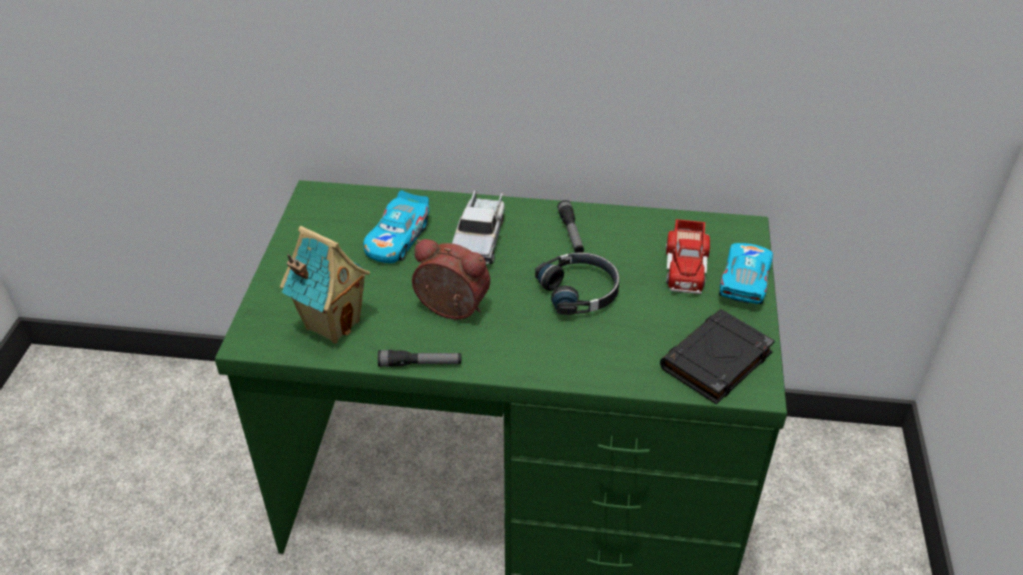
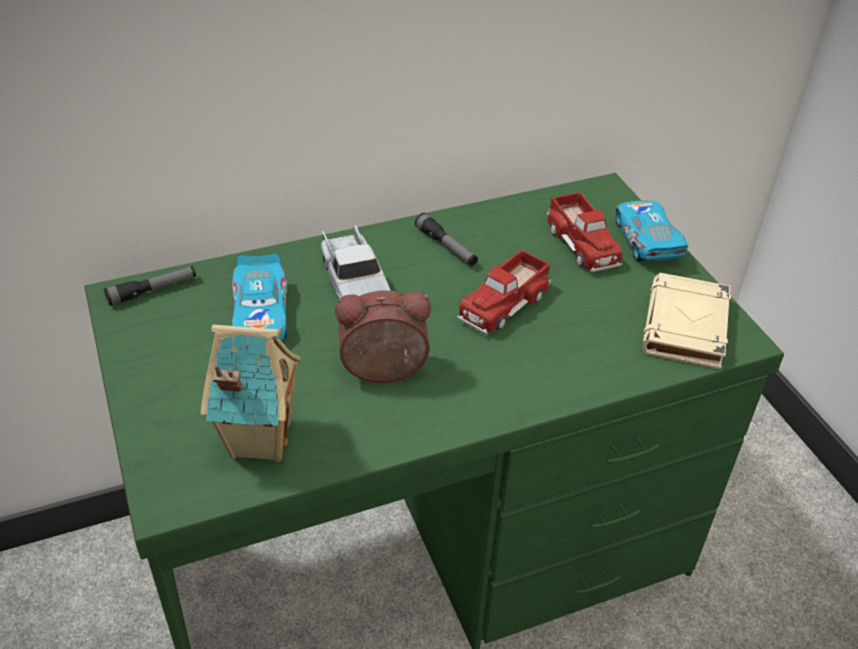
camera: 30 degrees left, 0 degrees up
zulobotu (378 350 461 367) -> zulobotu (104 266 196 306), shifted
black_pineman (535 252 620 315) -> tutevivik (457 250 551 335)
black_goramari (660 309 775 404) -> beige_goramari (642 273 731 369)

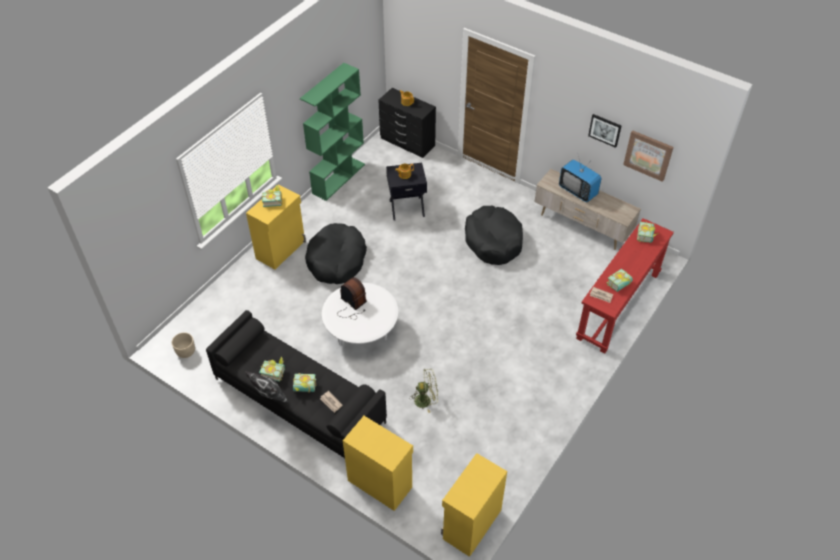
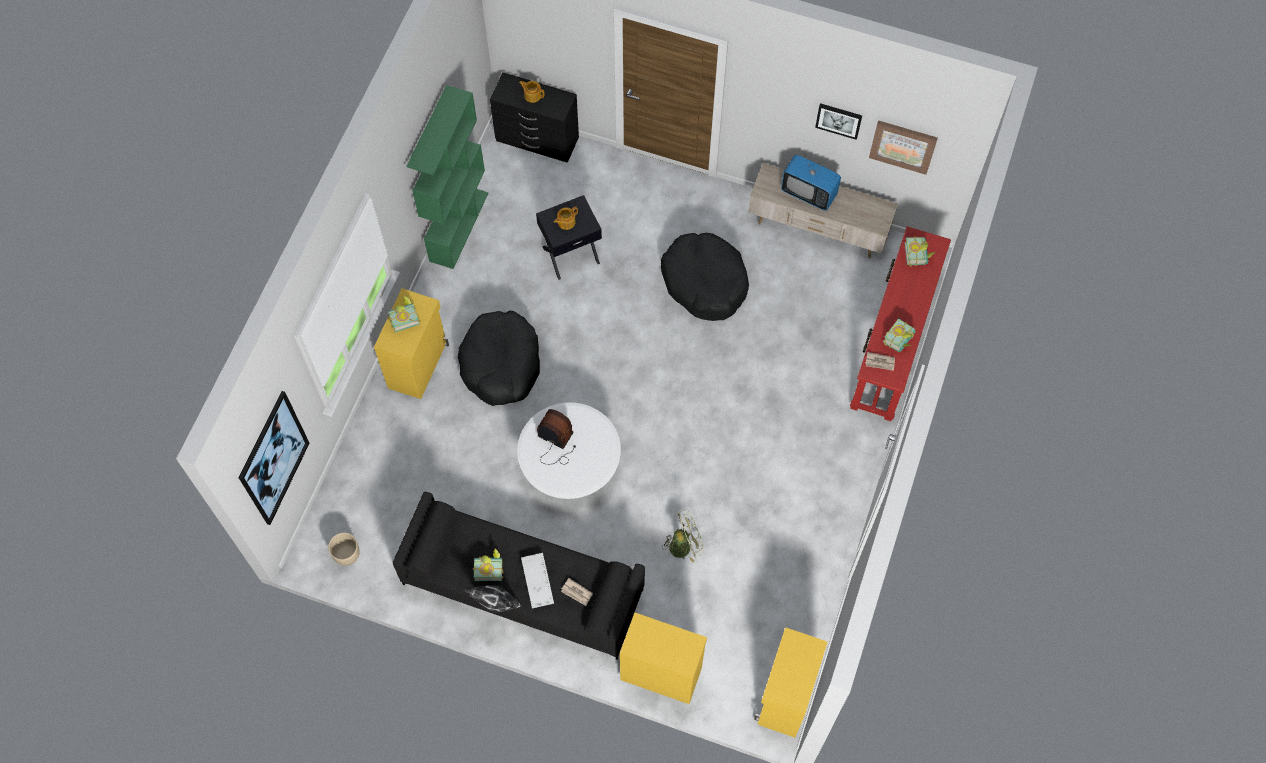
camera: 15 degrees left, 15 degrees up
goramari (293 373 316 393) -> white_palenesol (521 553 554 608)
none -> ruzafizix (239 391 310 525)

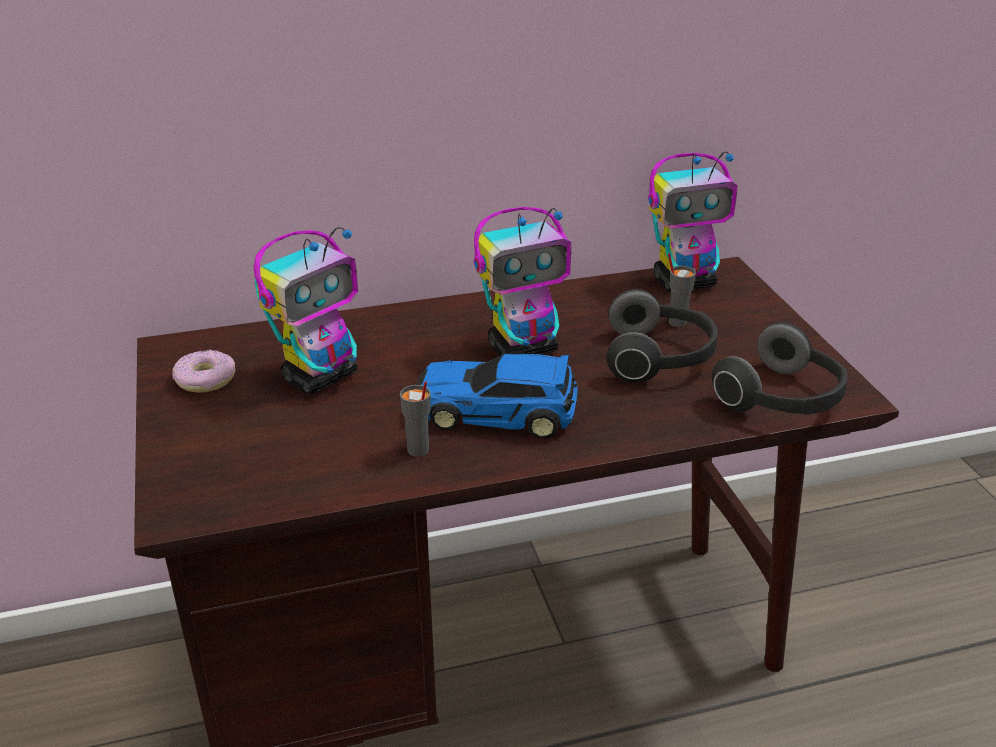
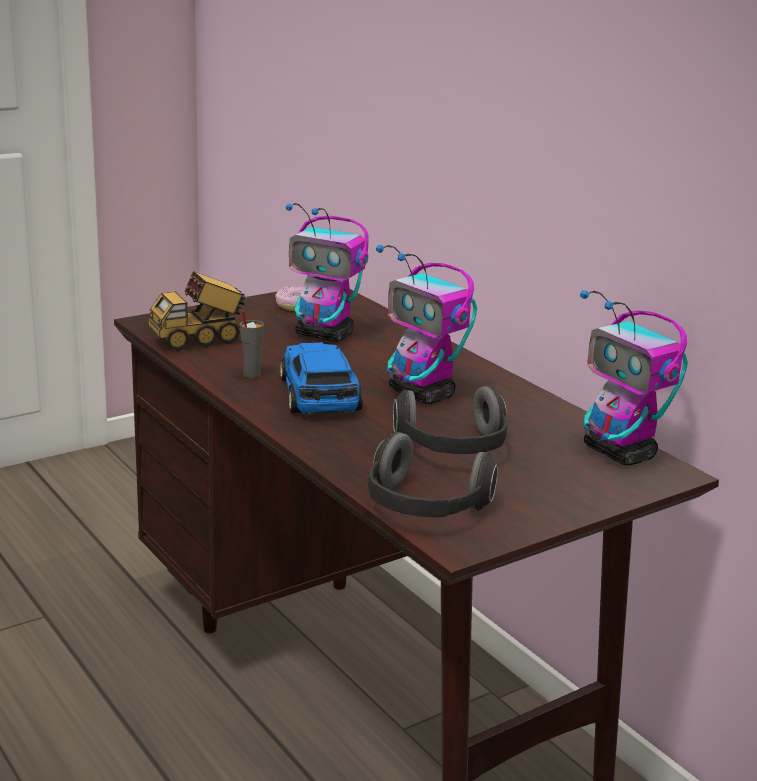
camera: 70 degrees right, 10 degrees down
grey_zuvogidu (668 253 696 327) -> none
none -> tutevivik (148 271 247 351)

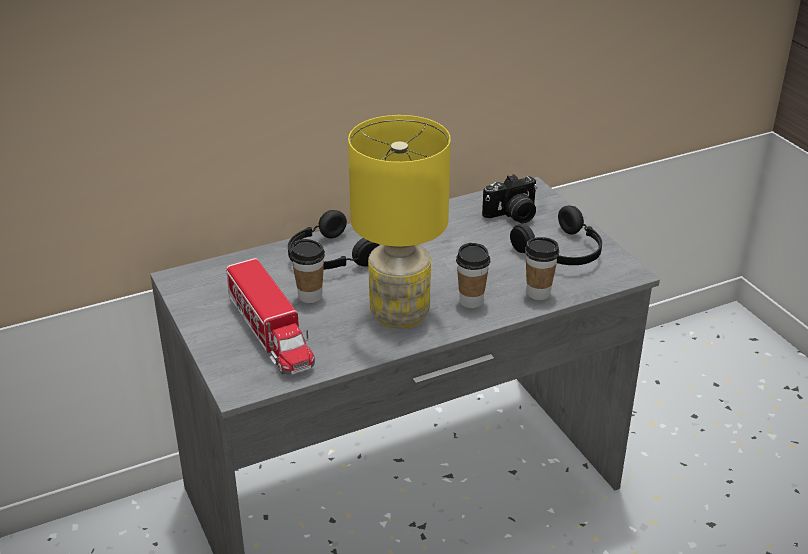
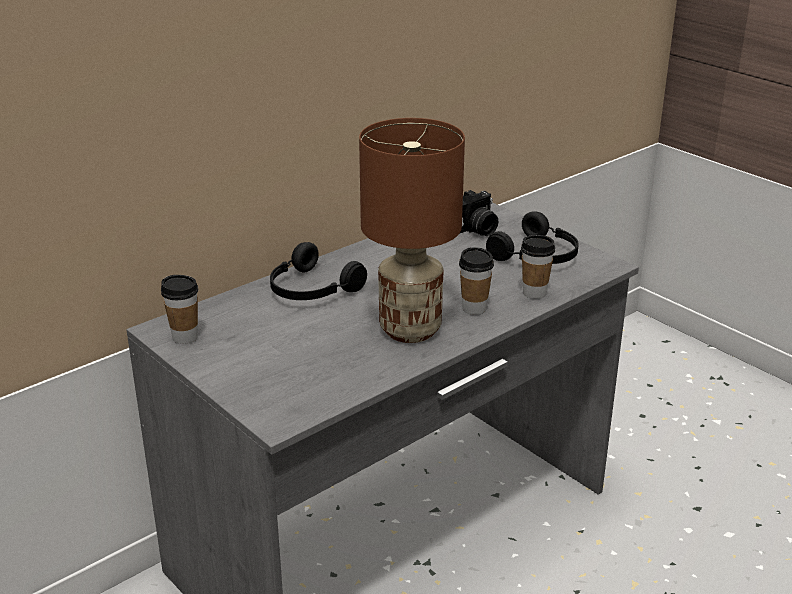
camera: 15 degrees left, 5 degrees down
tutevivik (226 258 315 375) -> none
zuvogidu (291 239 325 303) -> zuvogidu (161 275 198 344), shifted
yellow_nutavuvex (348 115 451 329) -> brown_nutavuvex (359 118 465 343)

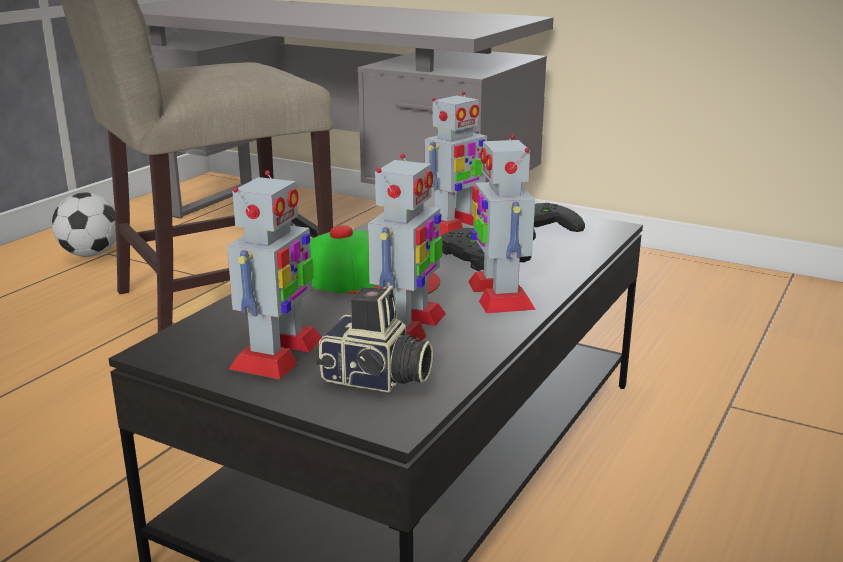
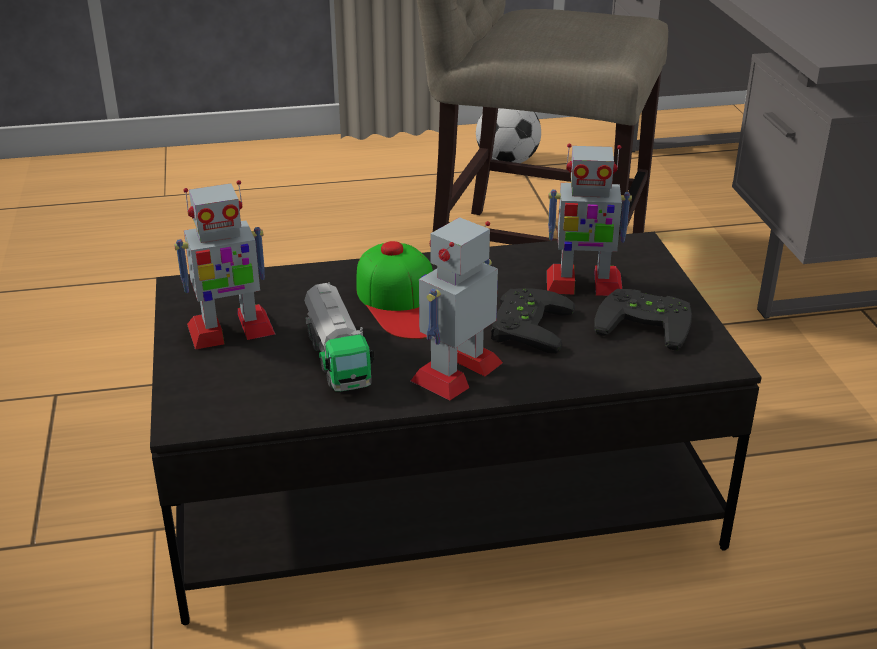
camera: 50 degrees right, 10 degrees up
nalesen (316 286 434 392) -> none
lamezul (368 154 446 342) -> tutevivik (304 282 374 391)

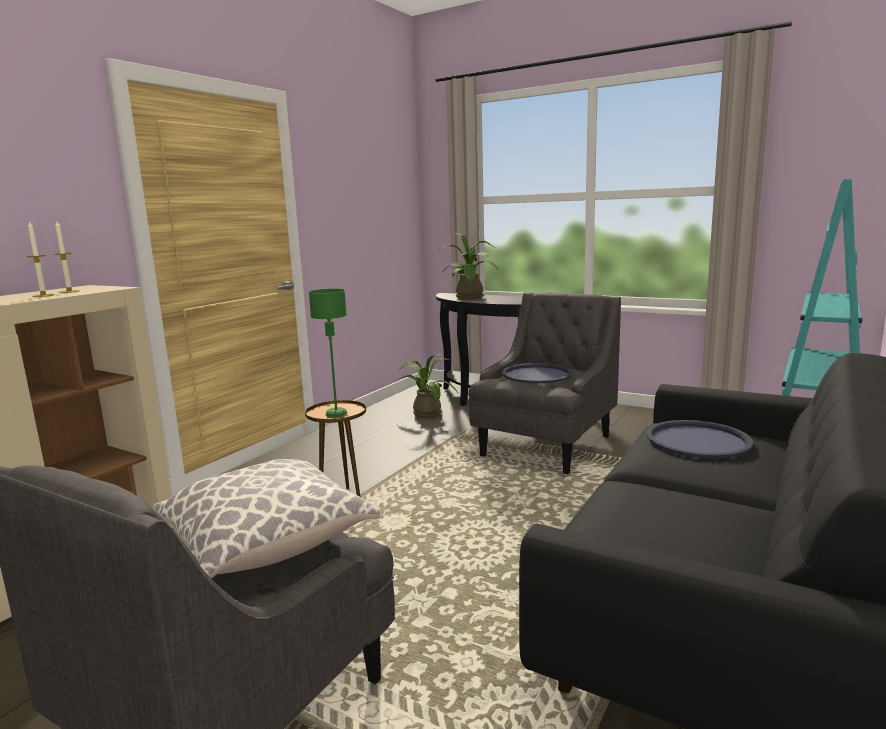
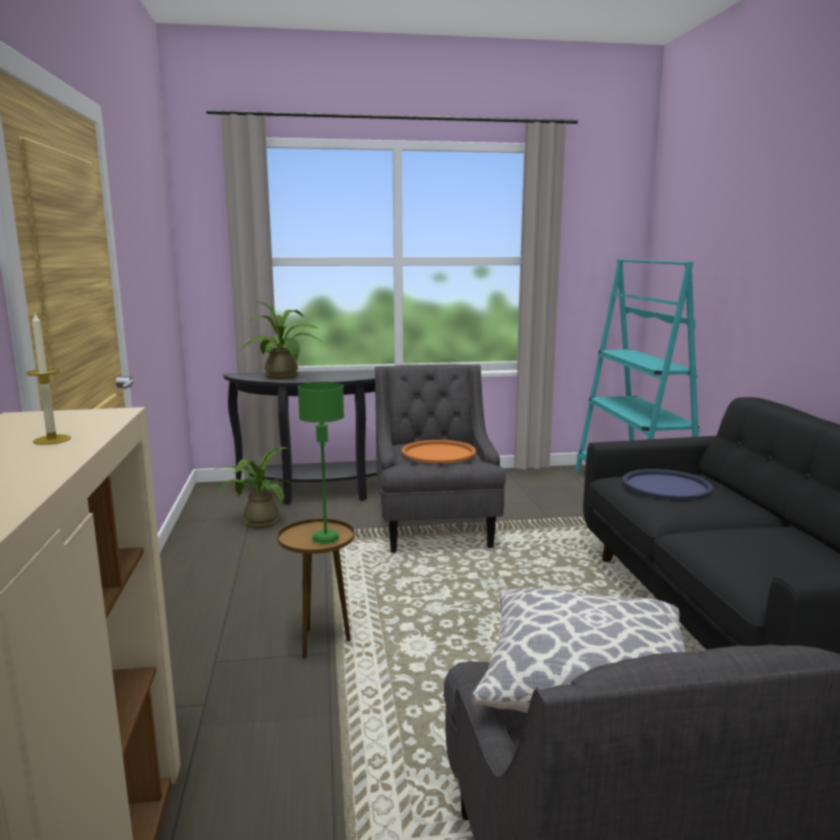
camera: 40 degrees left, 0 degrees up
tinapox (54 221 80 293) -> none
blue_palenesol (502 363 573 383) -> orange_palenesol (402 440 476 463)

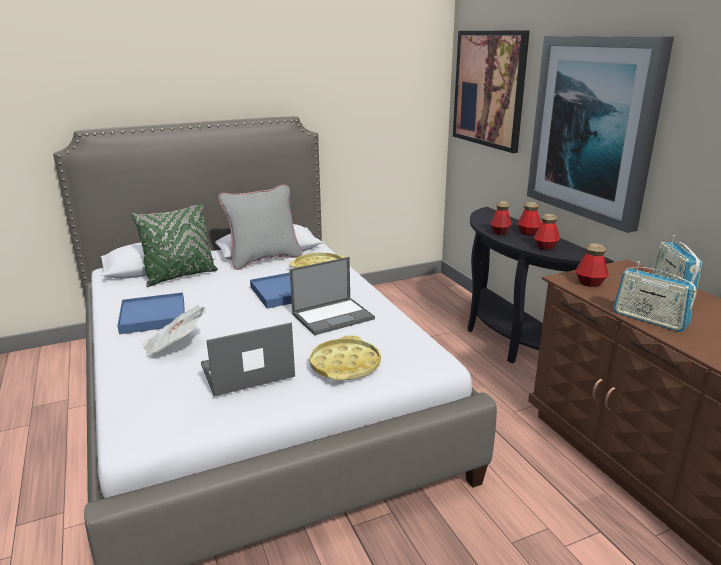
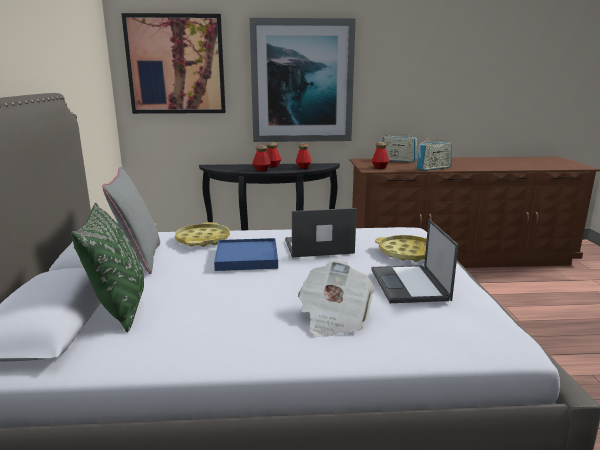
camera: 70 degrees left, 5 degrees down
blue_palenesol (117 292 185 334) -> none
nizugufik (290 257 375 336) -> nizugufik (285 208 357 257), 90 degrees counterclockwise

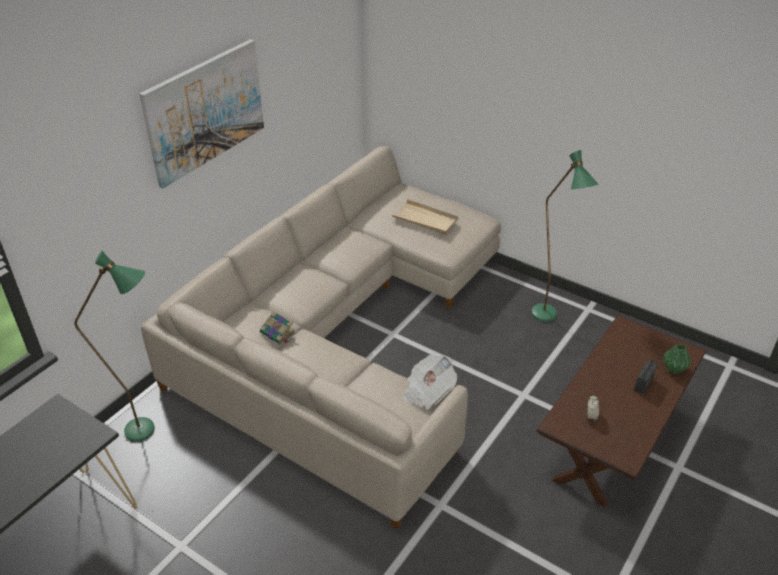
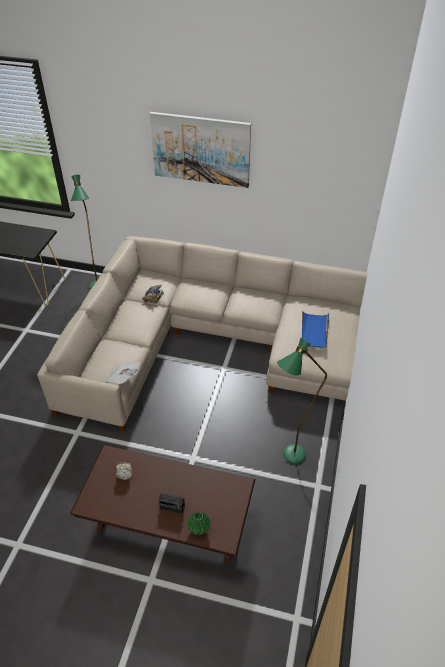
camera: 70 degrees right, 5 degrees up
beige_palenesol (392 199 458 235) -> blue_palenesol (302 310 329 349)

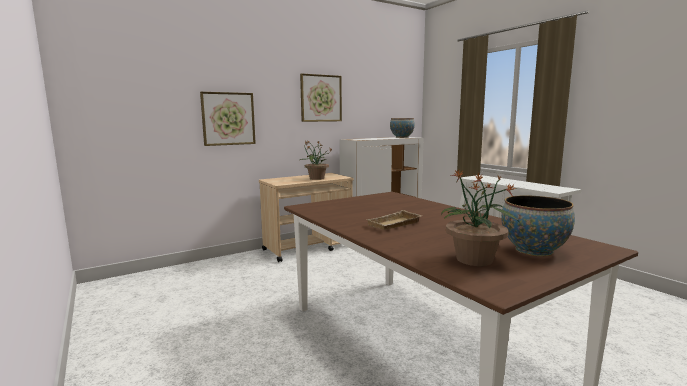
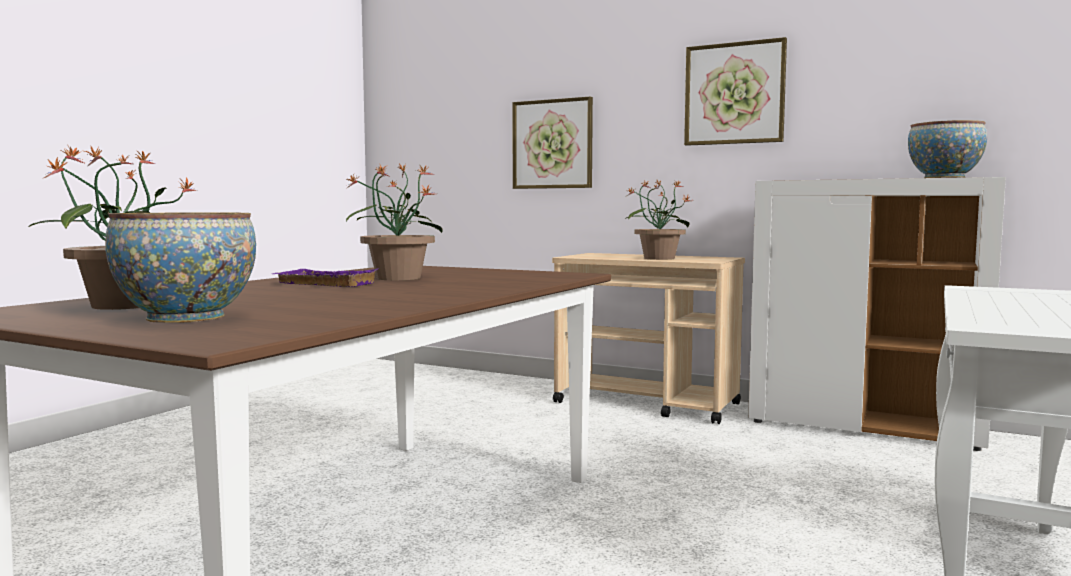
camera: 60 degrees right, 5 degrees down
beige_palenesol (367 210 422 230) -> purple_palenesol (273 269 378 287)
none -> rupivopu (346 164 443 280)

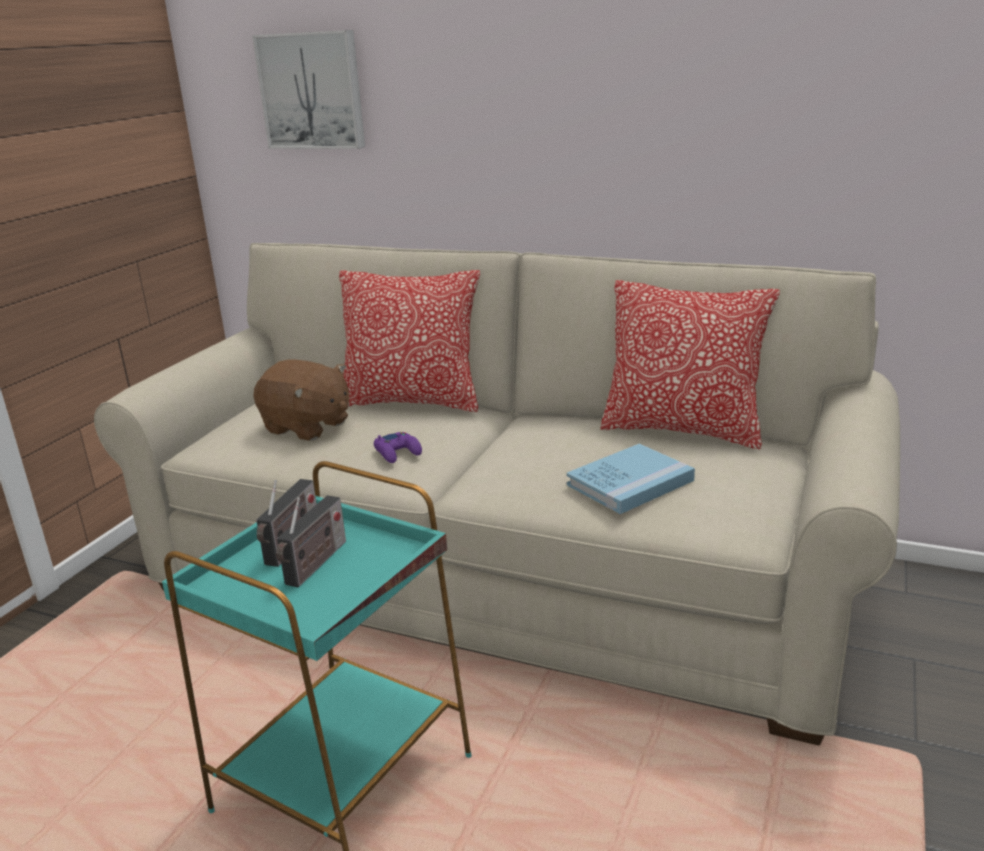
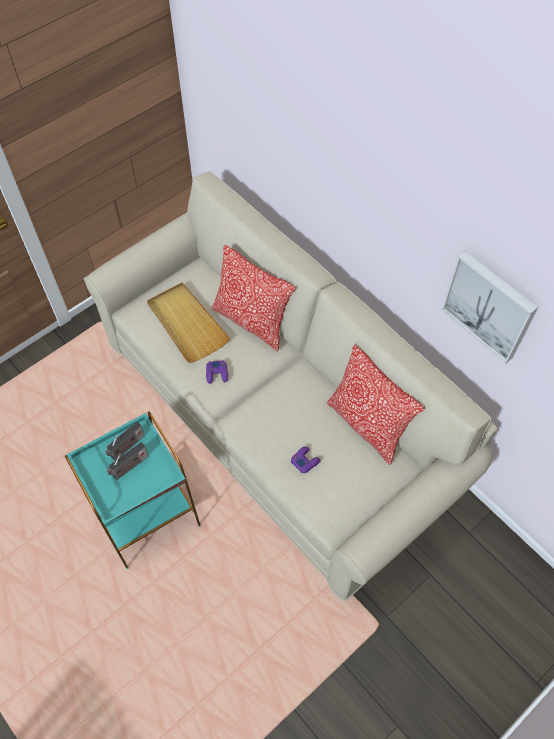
camera: 25 degrees right, 35 degrees up
ruzafizix (252 30 365 149) -> ruzafizix (442 251 538 363), shifted
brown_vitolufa (253 360 349 441) -> beige_palenesol (147 282 230 363)
blue_goramari (566 444 695 514) -> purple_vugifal (291 446 321 473)

